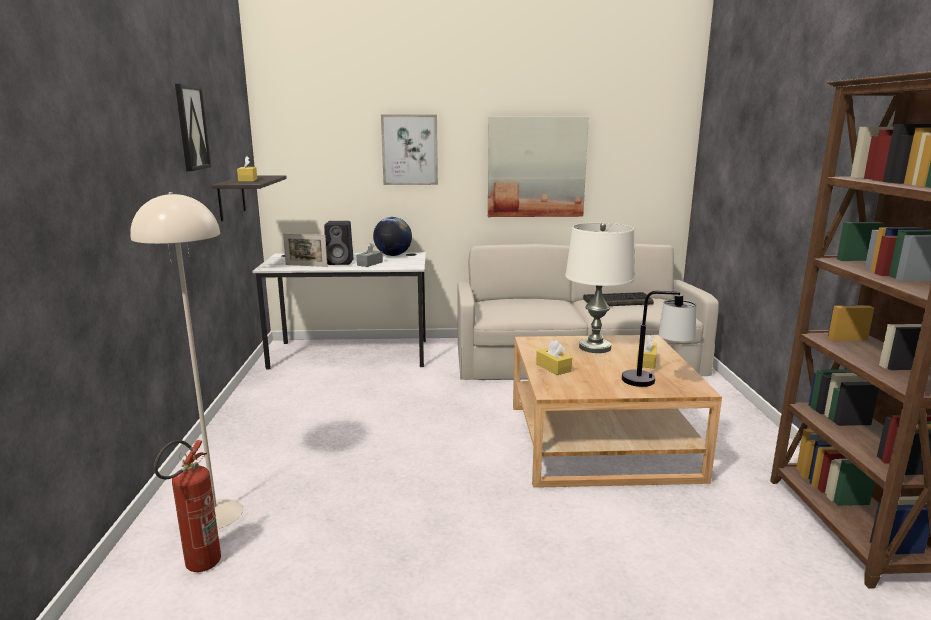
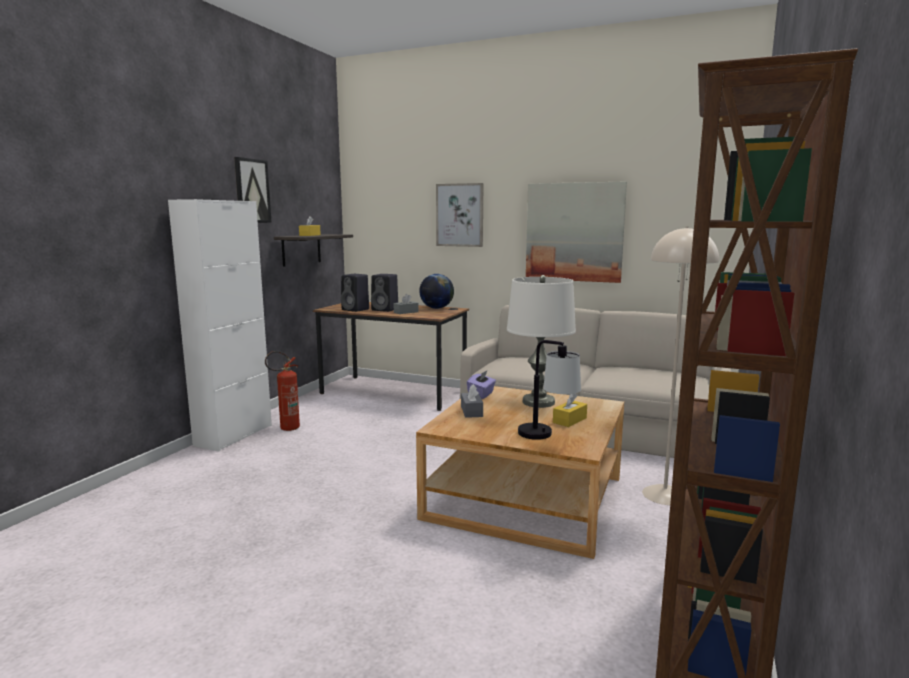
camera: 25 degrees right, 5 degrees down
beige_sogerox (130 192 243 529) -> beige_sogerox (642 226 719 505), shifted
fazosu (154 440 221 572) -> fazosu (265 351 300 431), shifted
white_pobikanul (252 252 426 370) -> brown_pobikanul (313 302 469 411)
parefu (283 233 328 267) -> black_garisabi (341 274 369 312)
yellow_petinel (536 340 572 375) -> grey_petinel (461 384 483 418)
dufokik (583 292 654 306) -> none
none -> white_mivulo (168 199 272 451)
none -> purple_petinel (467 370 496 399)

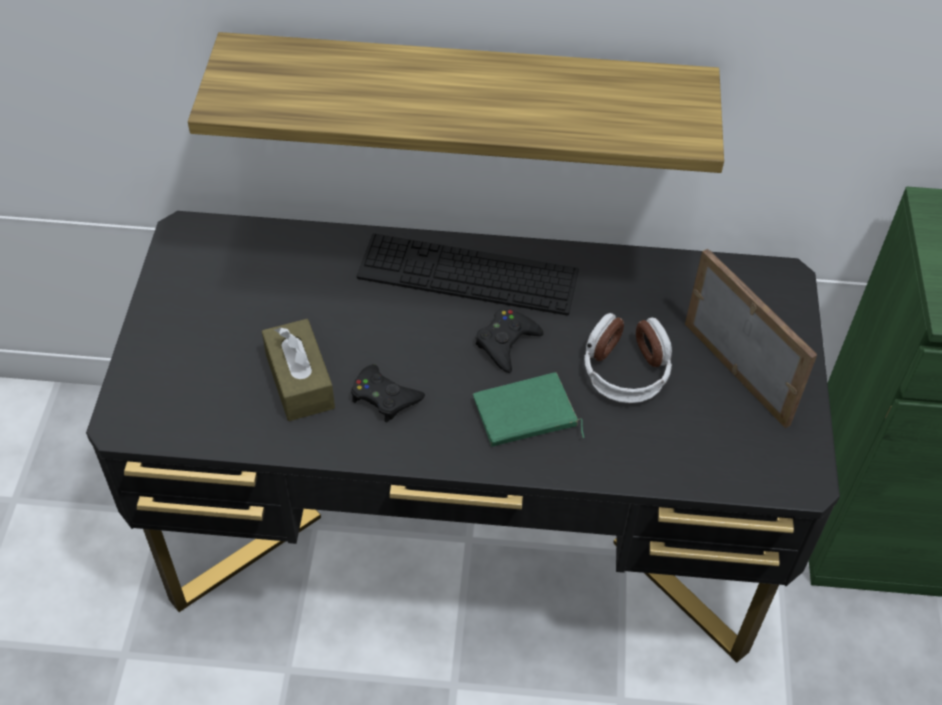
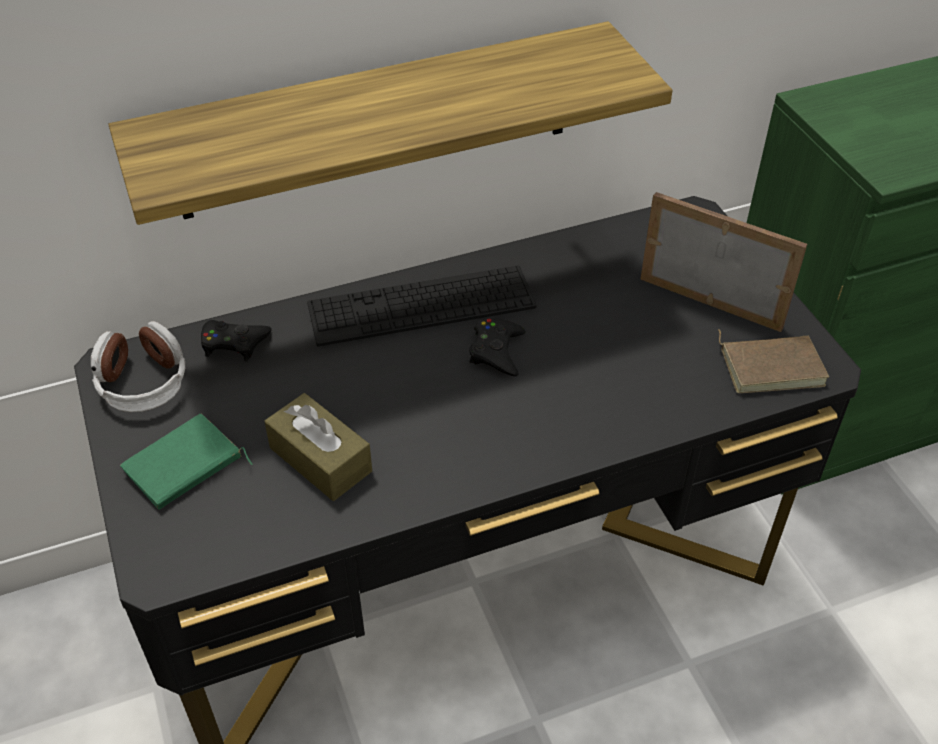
camera: 25 degrees left, 5 degrees down
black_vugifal (351 364 425 422) -> black_vugifal (201 320 272 361), shifted
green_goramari (473 372 584 446) -> green_goramari (120 414 253 510), shifted
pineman (584 313 672 403) -> pineman (91 321 185 412), shifted
none -> brown_goramari (718 329 829 393)

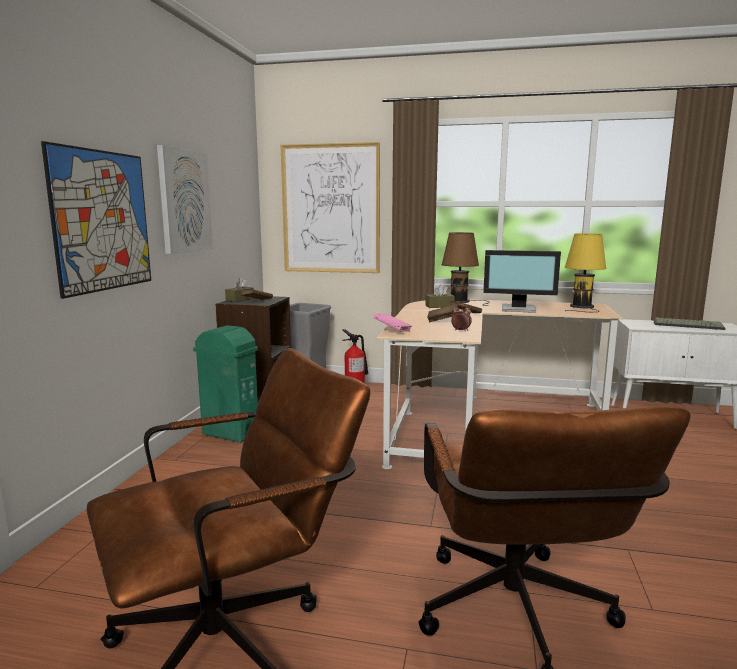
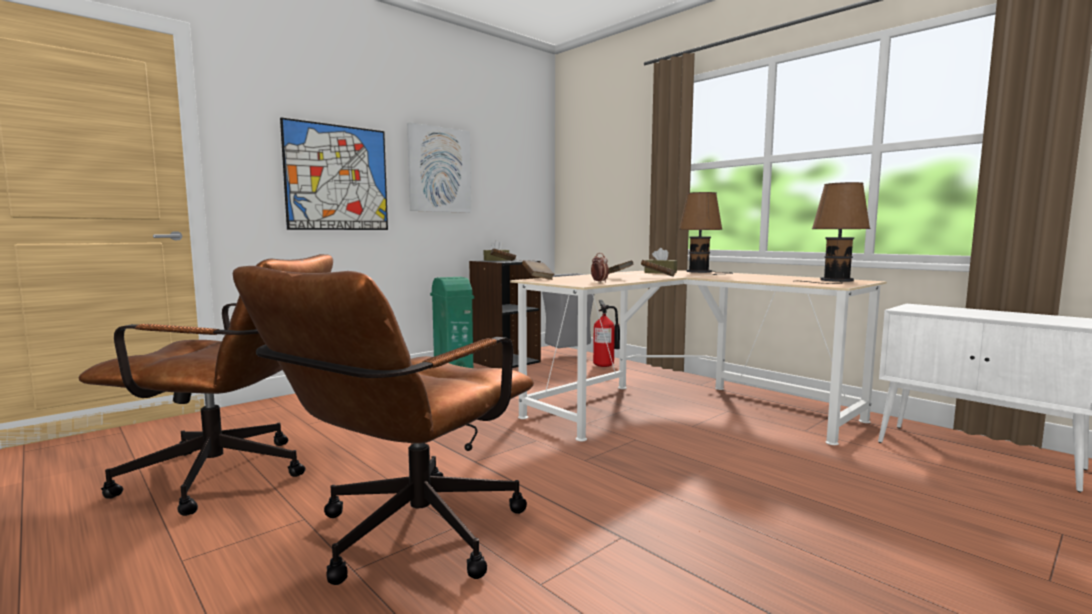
camera: 35 degrees right, 5 degrees down
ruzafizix (281 142 380 273) -> none
pink_goramari (374 314 412 332) -> brown_goramari (522 260 554 280)
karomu (483 250 561 313) -> none
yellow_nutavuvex (564 233 607 312) -> brown_nutavuvex (793 182 871 284)
dufokik (653 317 726 330) -> none

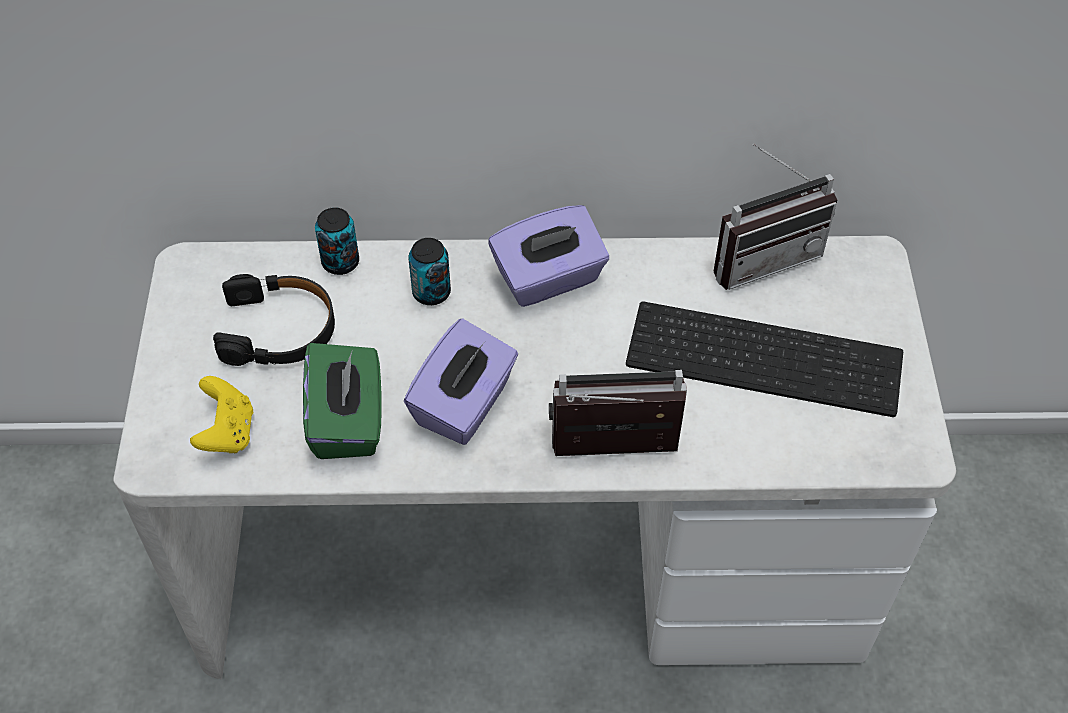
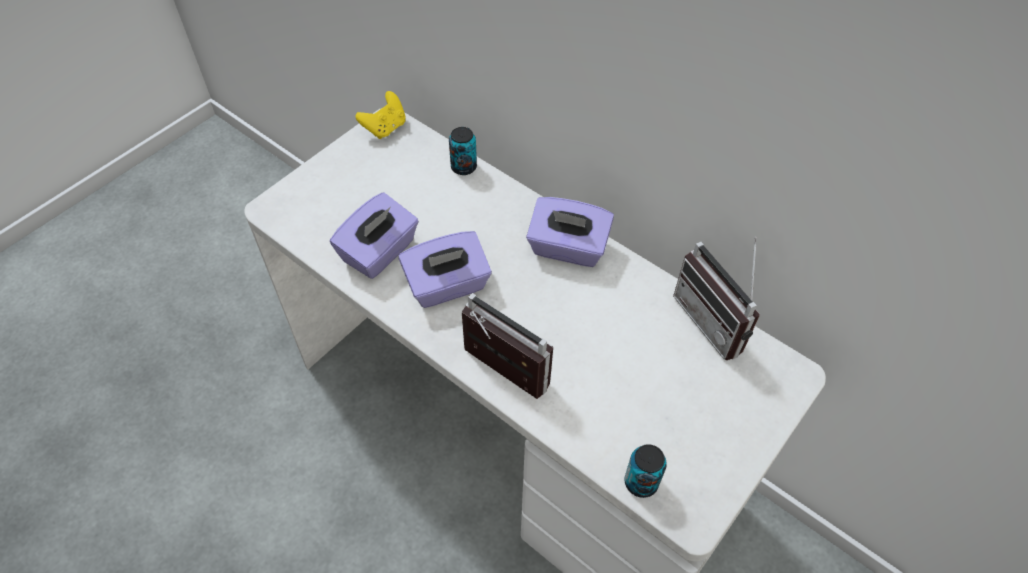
camera: 40 degrees right, 0 degrees up
yellow_vugifal (190 376 253 453) -> yellow_vugifal (355 91 406 139), shifted
black_pineman (213 274 335 366) -> none
green_petinel (303 343 382 459) -> purple_petinel (330 192 419 279)
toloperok (408 238 451 305) -> toloperok (624 444 667 498), shifted
dufokik (626 301 903 417) -> none
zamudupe (713 143 837 290) -> zamudupe (673 237 760 360), 45 degrees clockwise

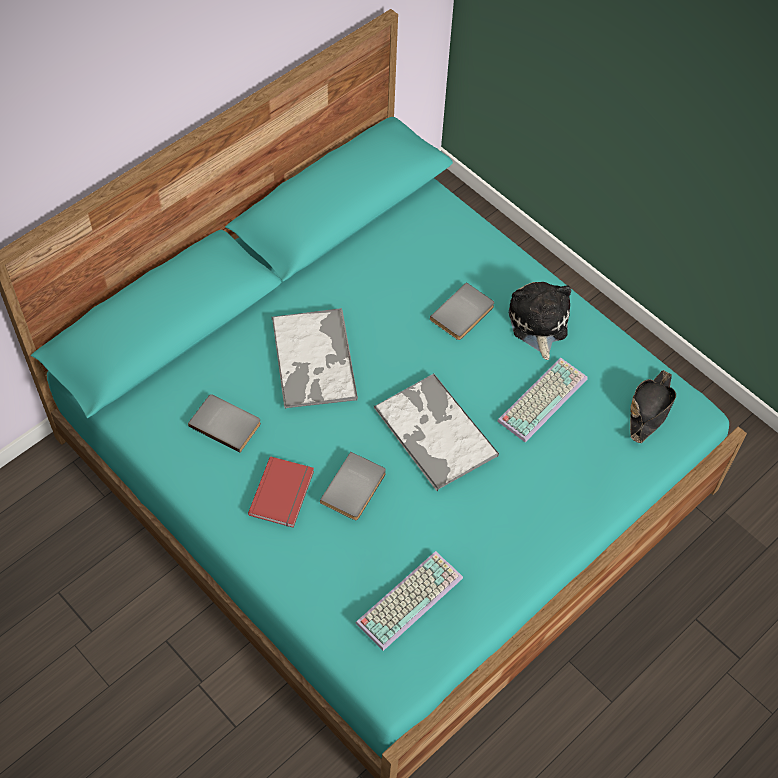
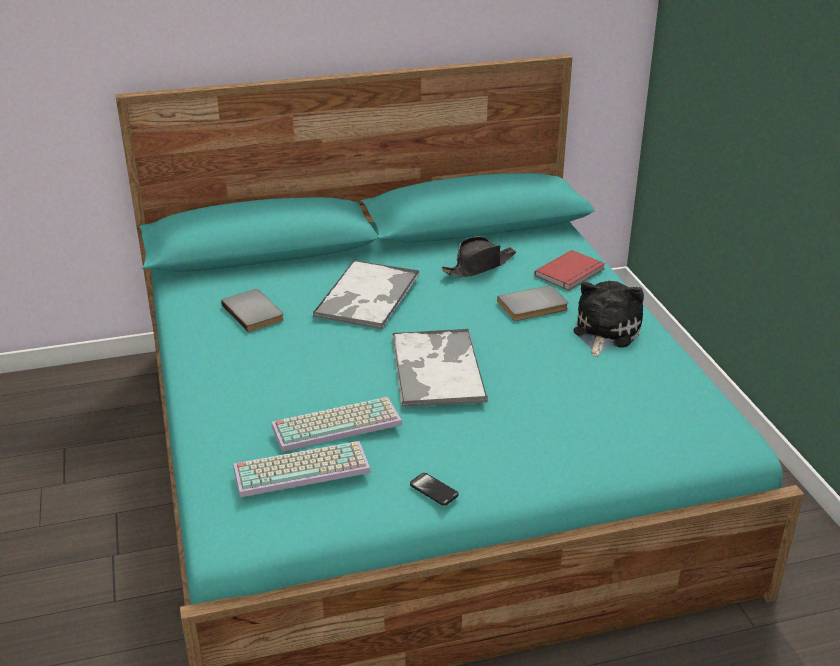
camera: 30 degrees right, 25 degrees down
red_goramari (248 456 314 528) -> red_goramari (534 250 605 290), shifted
grey_goramari (320 452 386 520) -> none
dufokik (497 358 588 442) -> dufokik (271 397 402 452), shifted
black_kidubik (630 370 676 443) -> black_kidubik (442 237 516 277), shifted
none -> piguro (410 473 458 506)

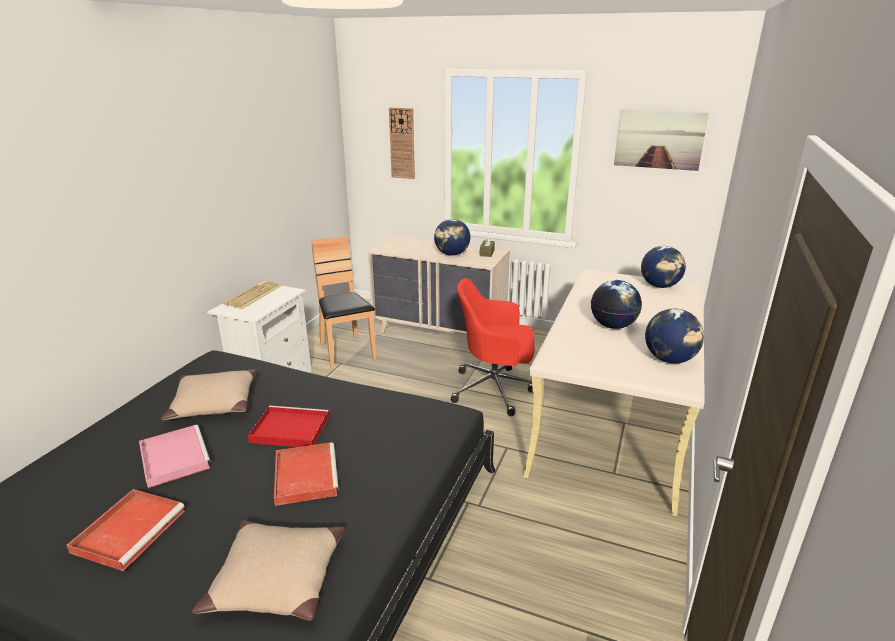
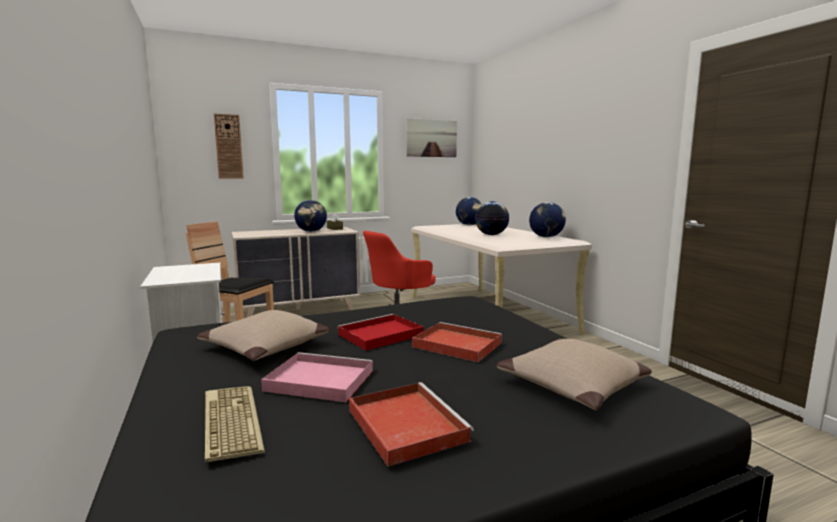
camera: 45 degrees left, 15 degrees down
dufokik (223 281 281 309) -> dufokik (205 386 265 462), shifted

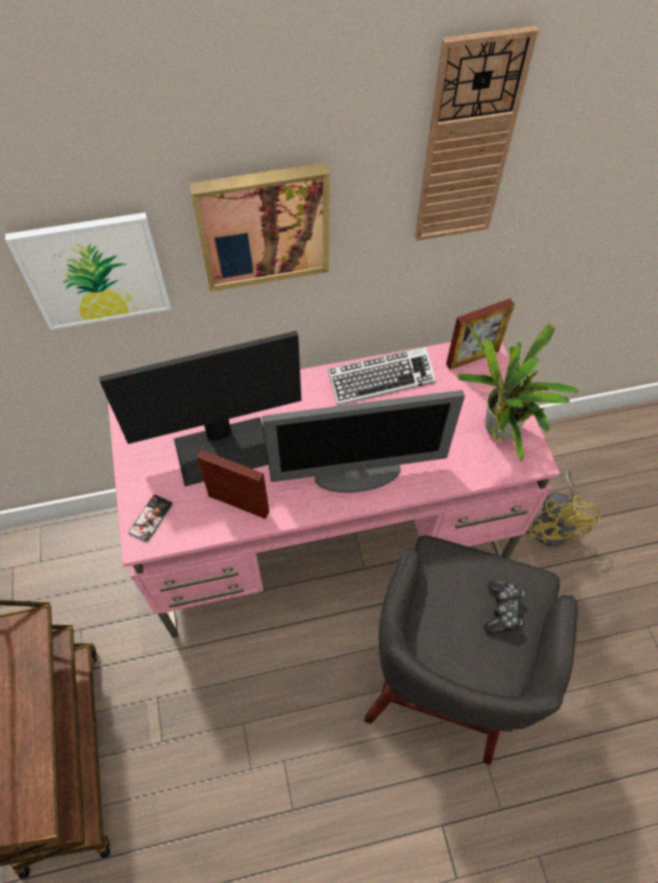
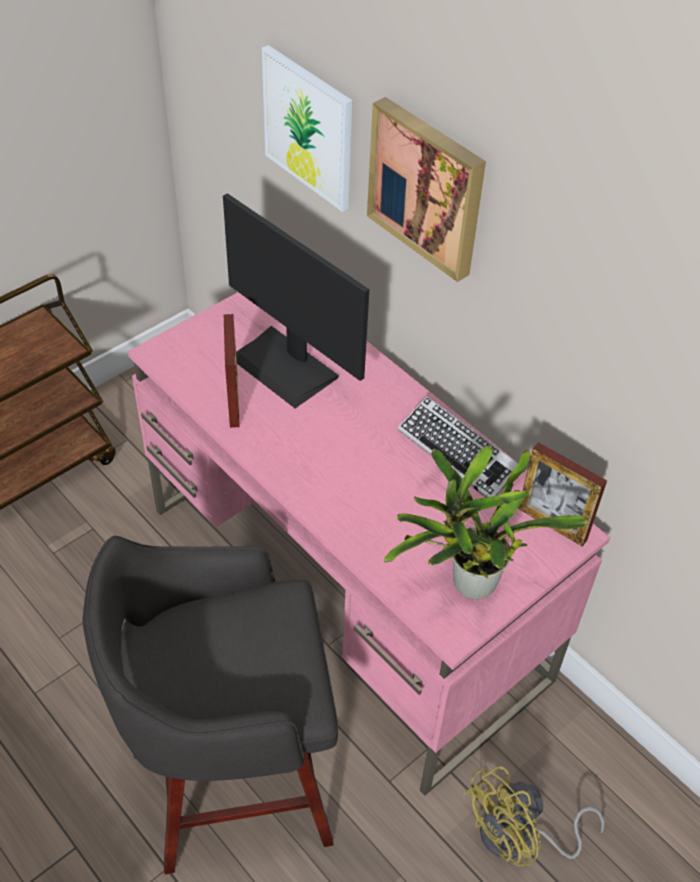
camera: 60 degrees right, 10 degrees down
piguro (128 494 173 542) -> none
karomu (262 390 465 493) -> none
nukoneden (415 26 539 241) -> none
vugifal (484 580 524 634) -> none

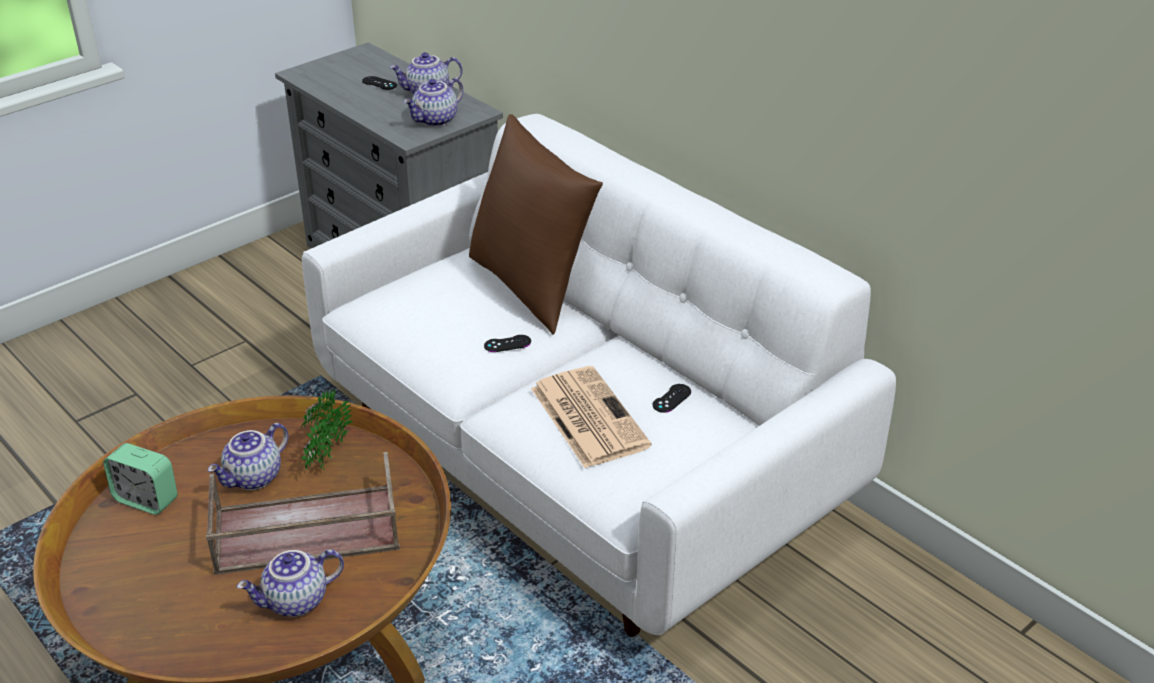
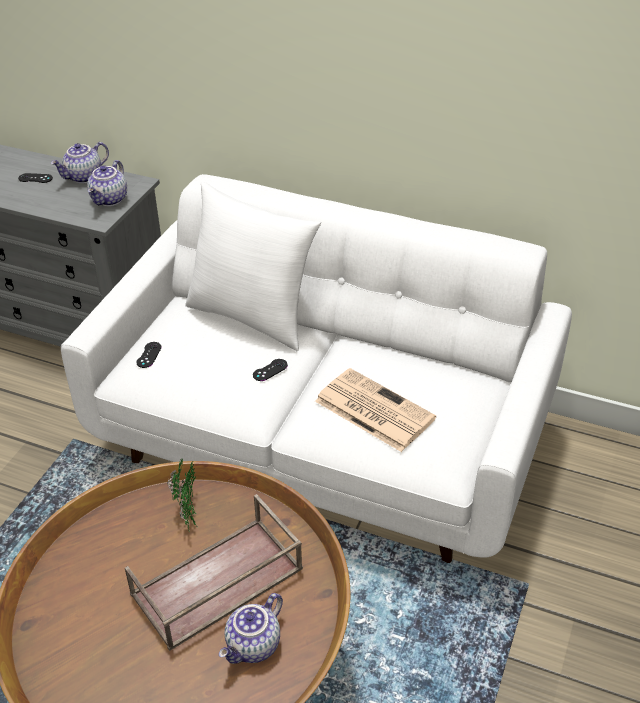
camera: 25 degrees left, 5 degrees up
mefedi (103 443 178 515) -> none
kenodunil (208 423 288 490) -> none
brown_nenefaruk (469 114 603 334) -> white_nenefaruk (185 182 321 351)
black_vugifal (653 384 691 413) -> black_vugifal (136 342 162 368), shifted

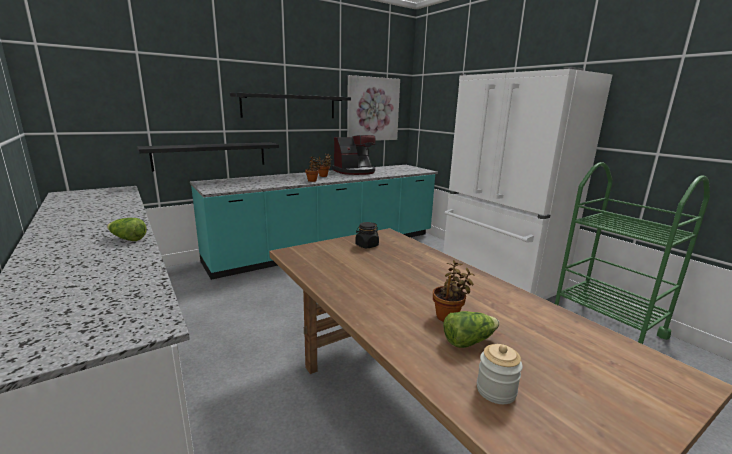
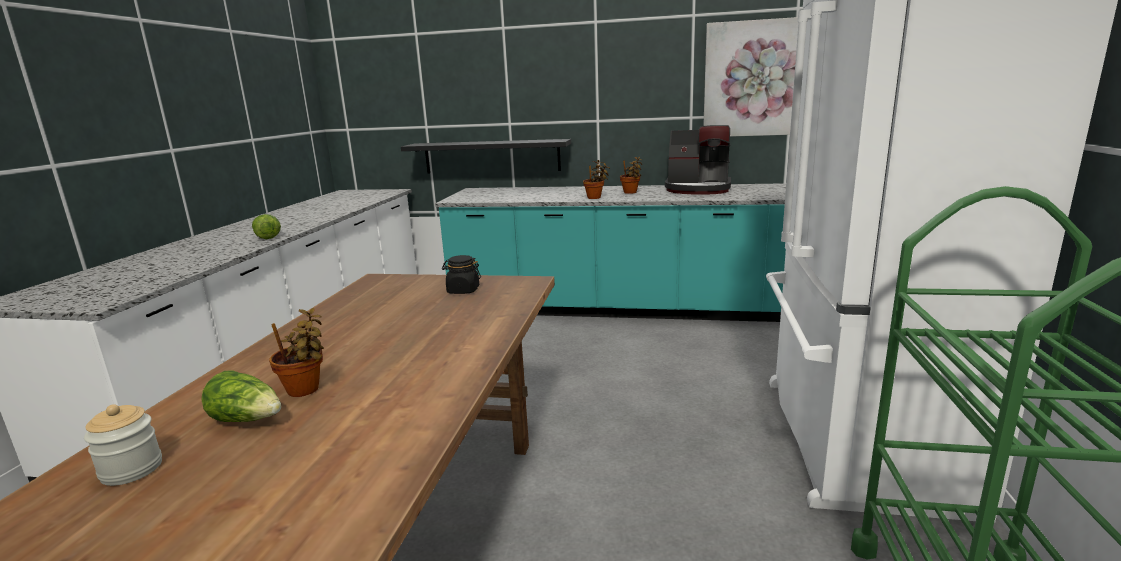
camera: 45 degrees right, 0 degrees up
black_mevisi (230 93 351 118) -> none

